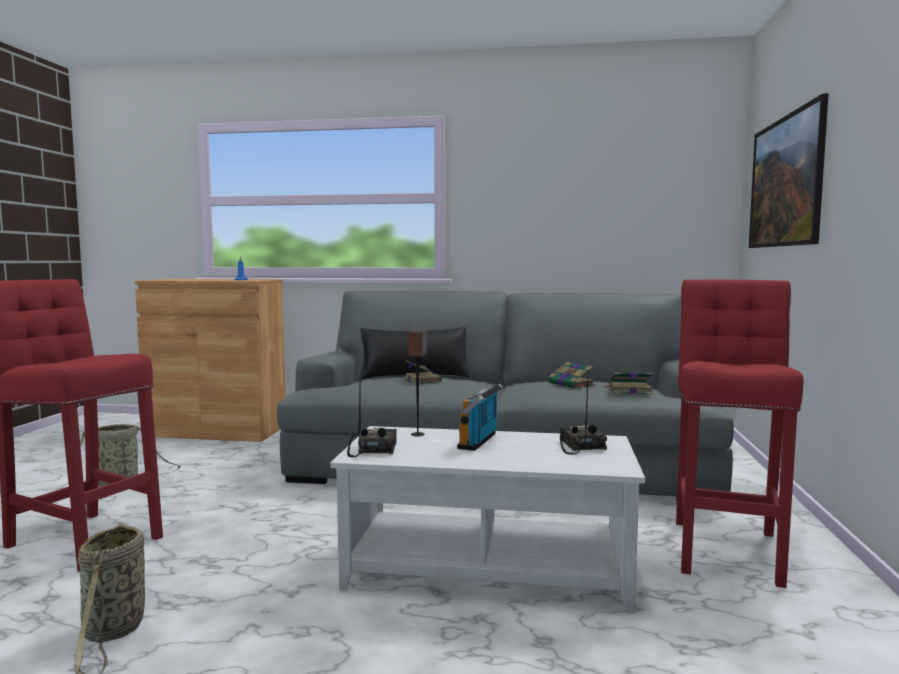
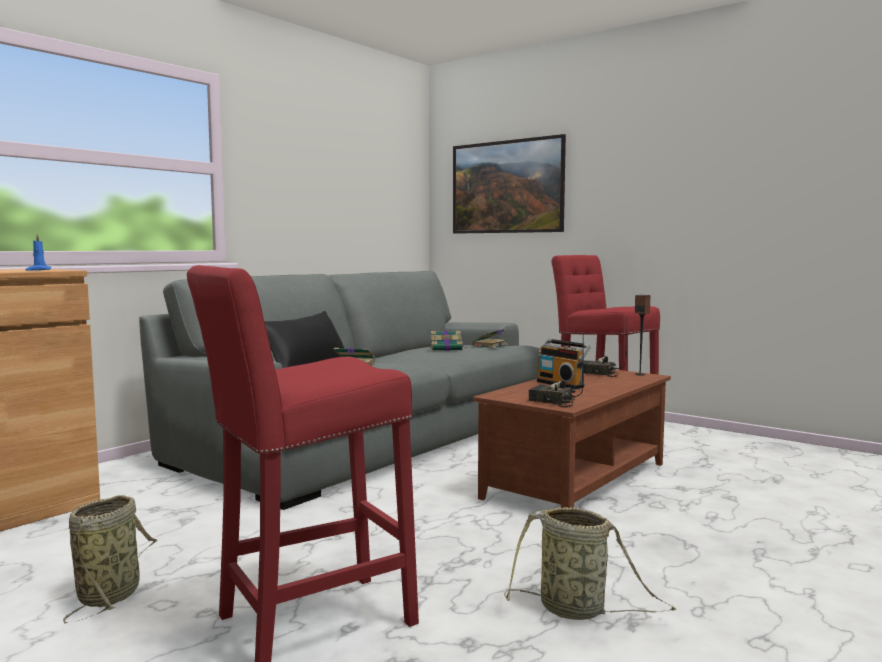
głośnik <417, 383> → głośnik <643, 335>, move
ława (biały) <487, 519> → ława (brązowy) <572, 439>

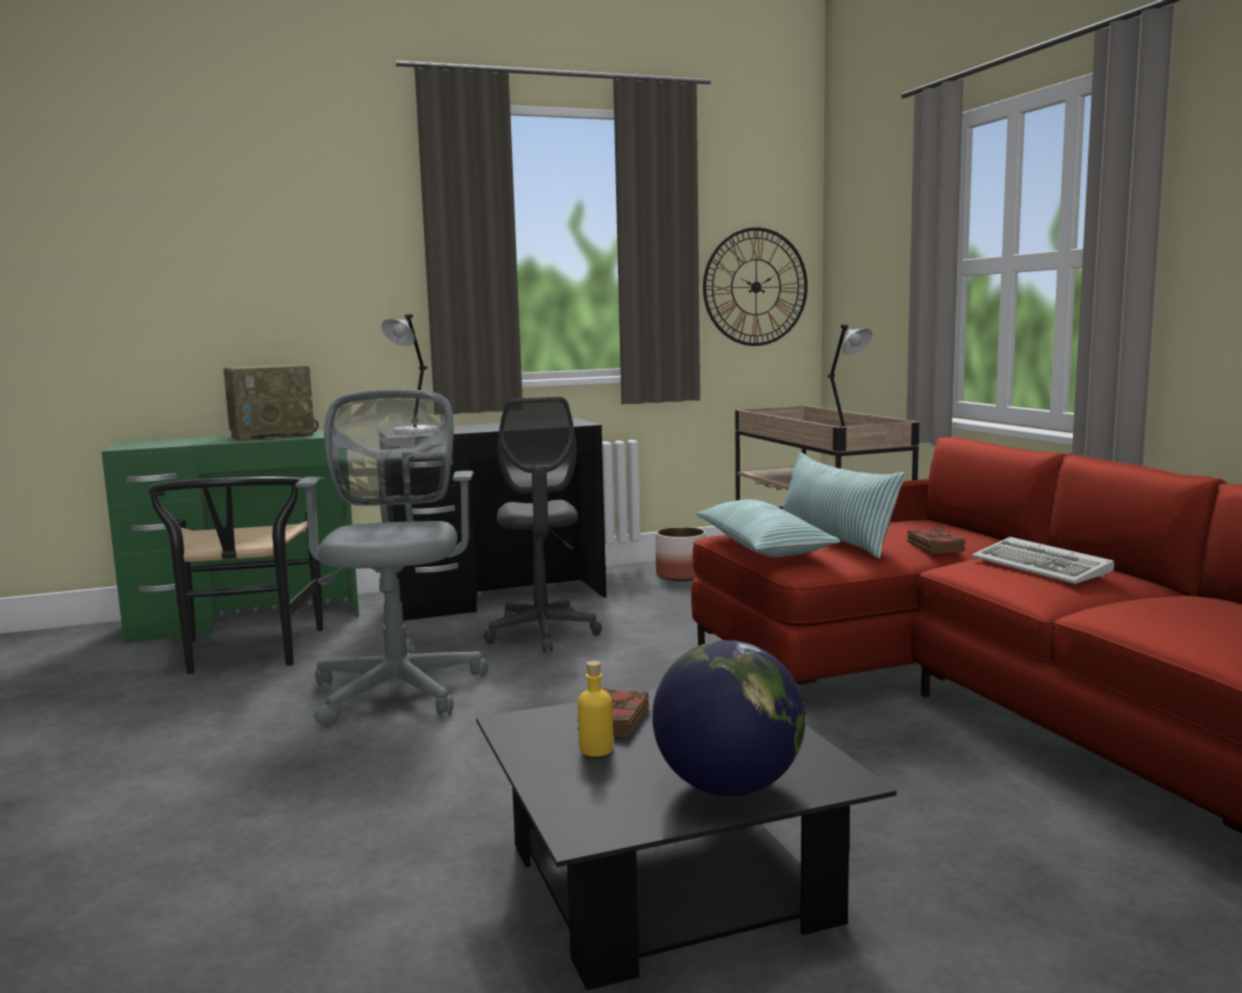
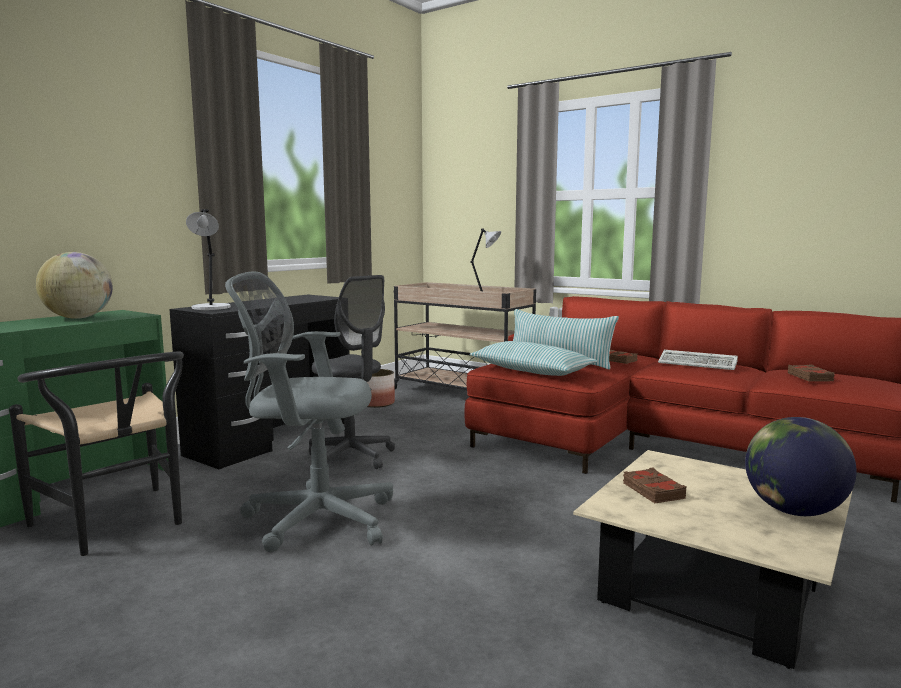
butelka (żółty) <595, 708> → -
zegar ścienny <755, 286> → -
- → książka (brązowy) <811, 373>
radio <270, 402> → globus <74, 285>
ława (czarny) <686, 839> → ława (beżowy) <712, 559>
krzesło biurowe (szary) <391, 558> → krzesło biurowe (szary) <309, 412>, 45 degrees counterclockwise

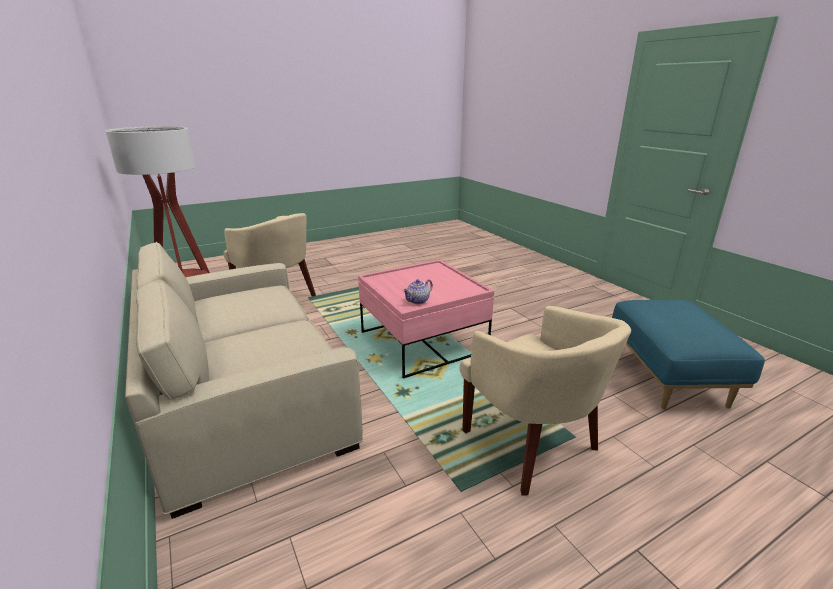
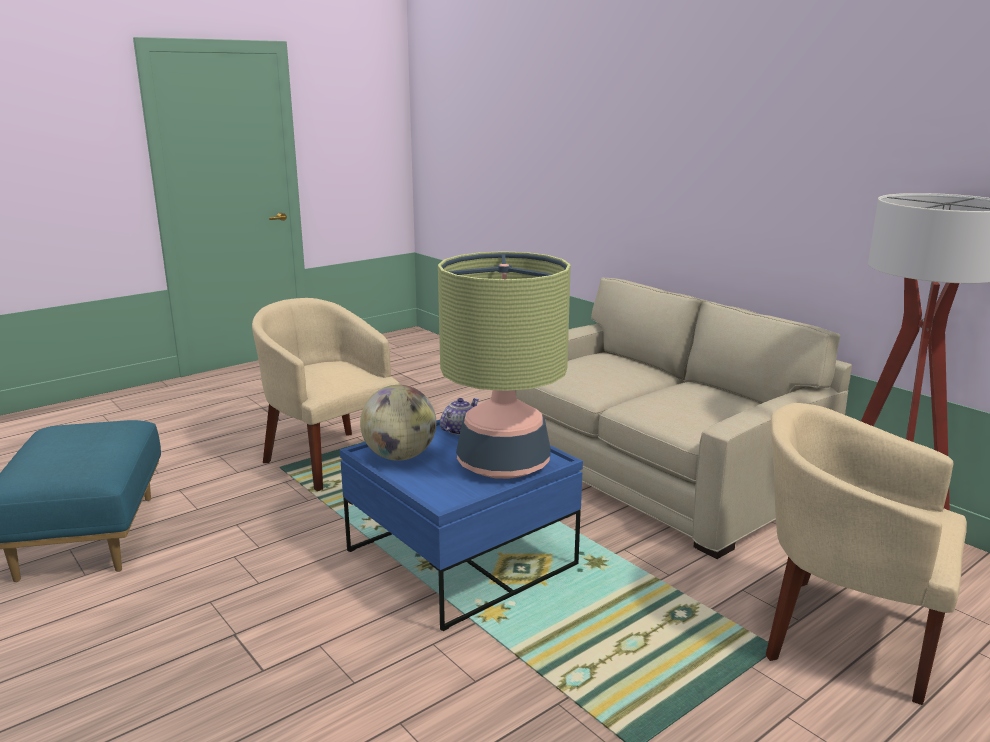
- → globus <398, 423>
- → lampa stołowa <504, 365>
ława (różowy) <426, 319> → ława (niebieski) <461, 525>

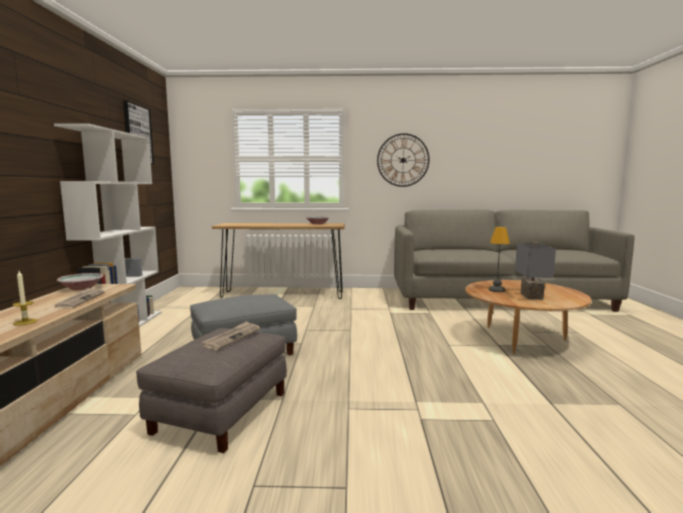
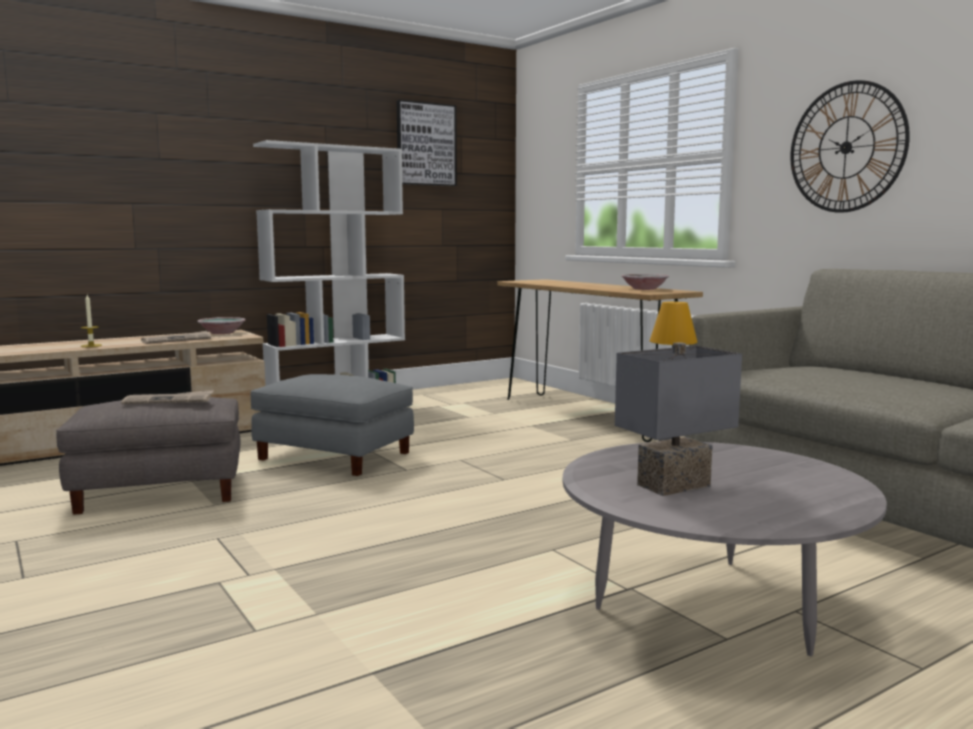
ława (brązowy) <528, 317> → ława (szary) <725, 549>

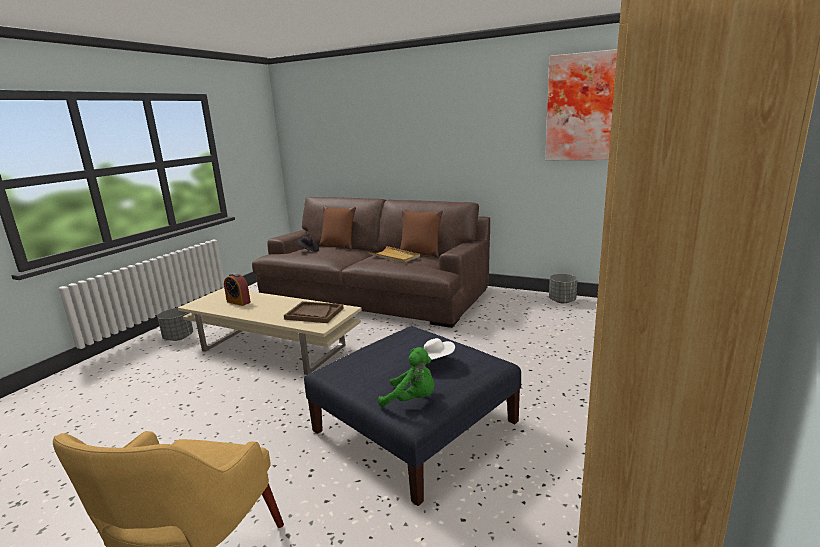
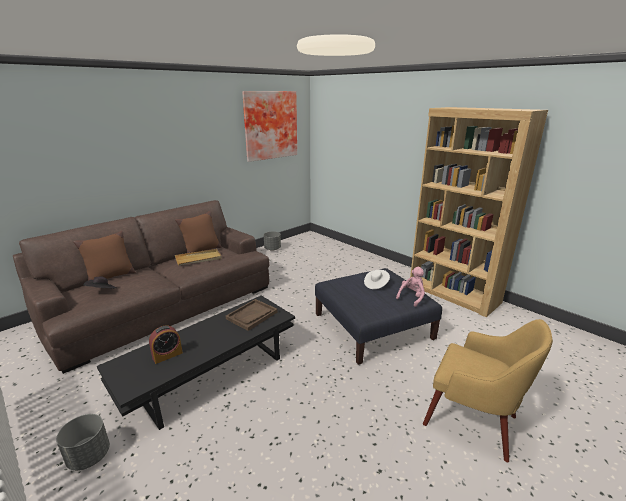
ława (beżowy) <270, 331> → ława (czarny) <196, 362>
pluszak (zielony) <406, 377> → pluszak (różowy) <410, 287>

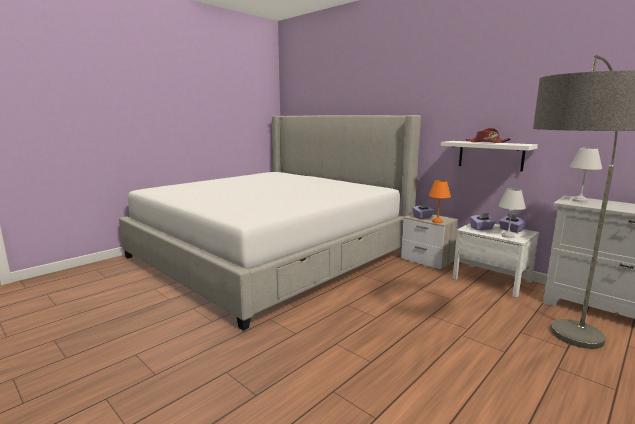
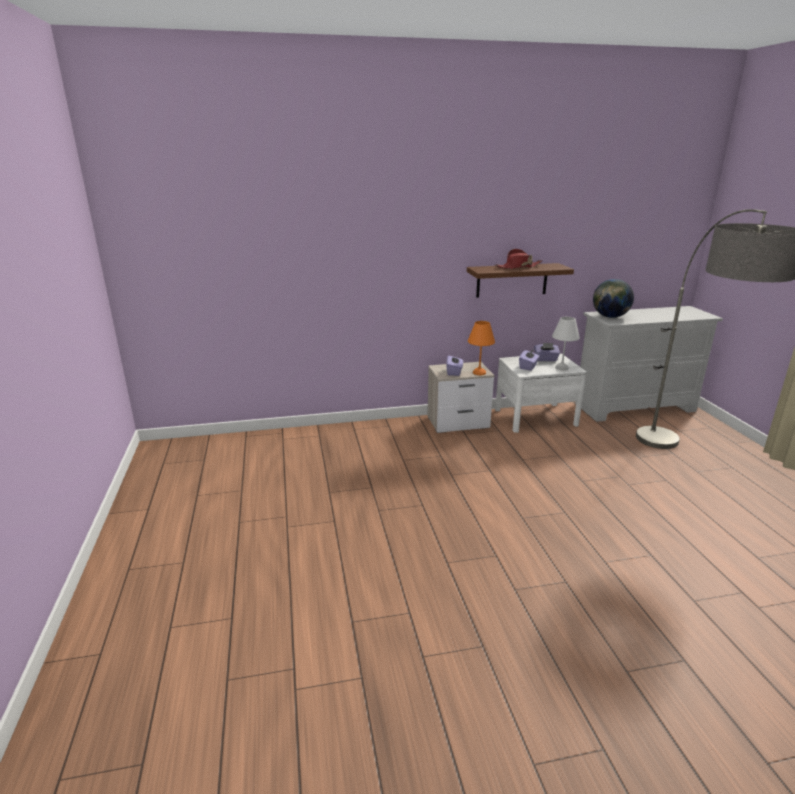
łóżko <270, 223> → -
lampa stołowa (biały) <586, 175> → globus <613, 298>
półka (biały) <489, 156> → półka (brązowy) <520, 280>

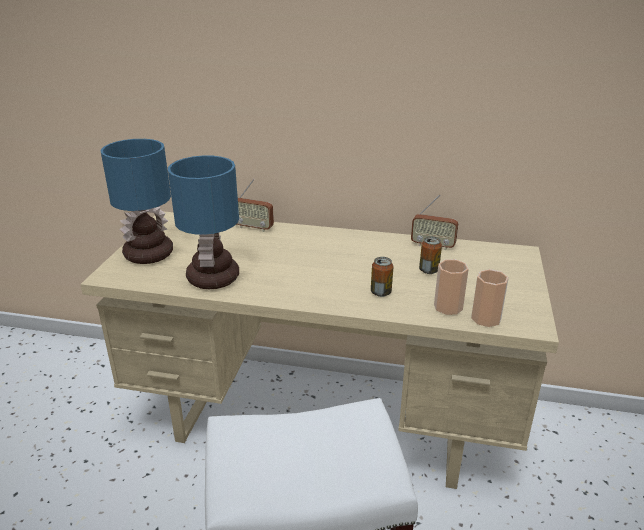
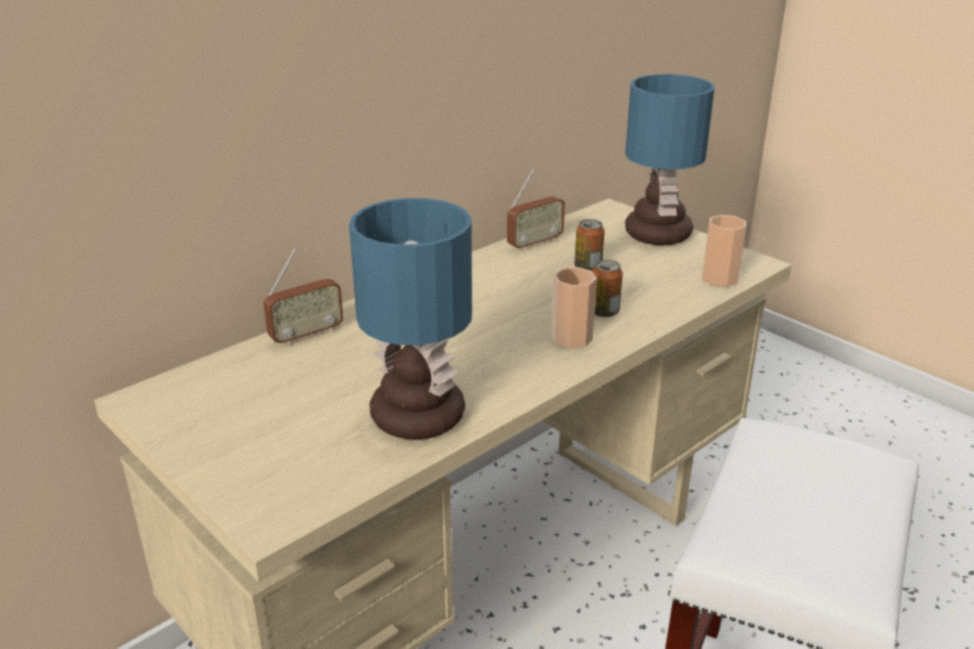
lampa stołowa <137, 201> → lampa stołowa <670, 159>, move
filiżanka <451, 287> → filiżanka <574, 307>, move

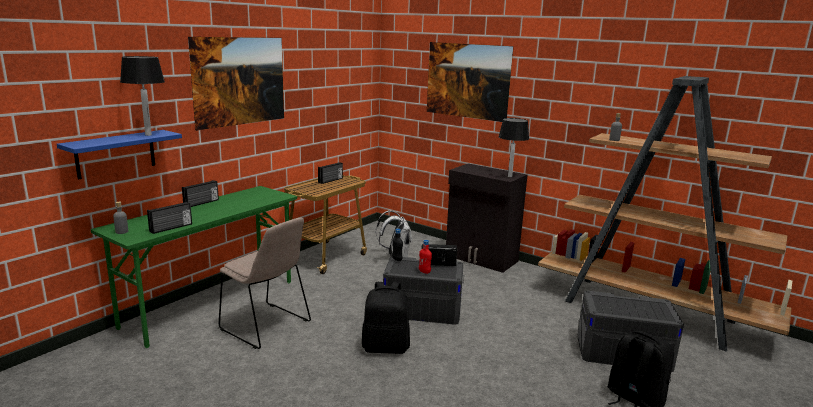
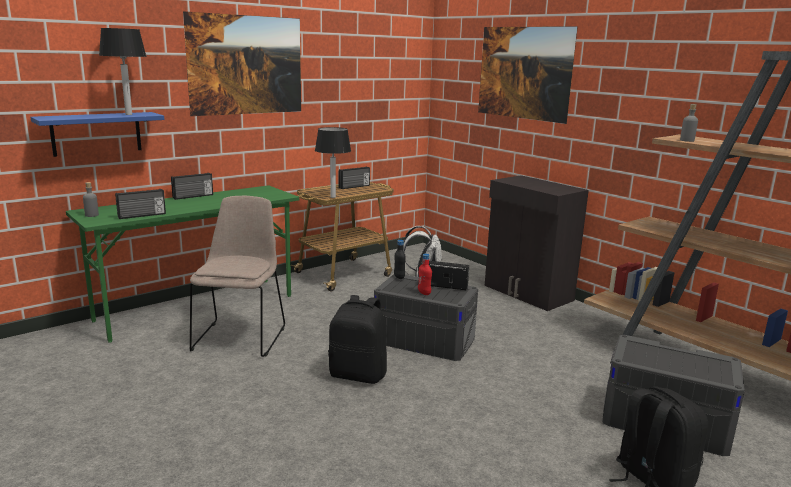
lampa stołowa <513, 147> → lampa stołowa <333, 162>, move
krzesło (beżowy) <265, 283> → krzesło (beżowy) <237, 276>, 135 degrees counterclockwise

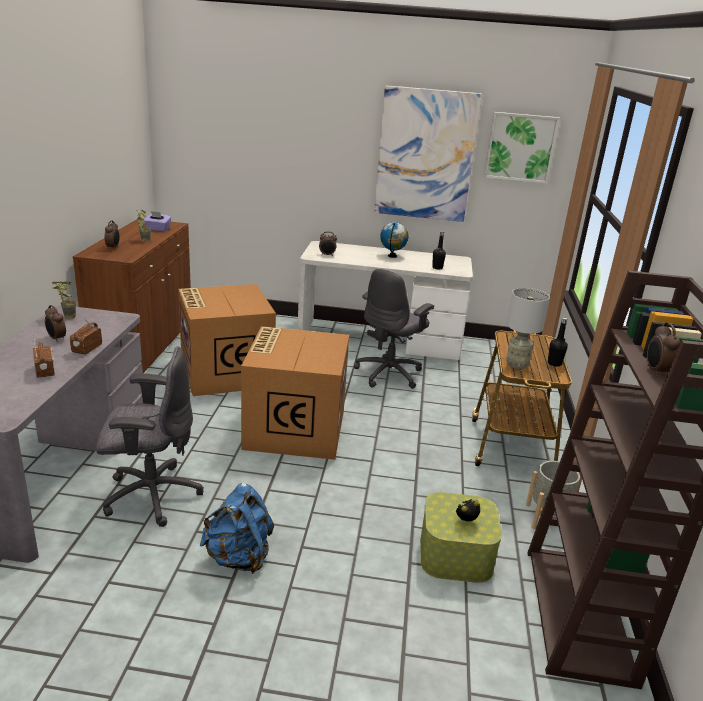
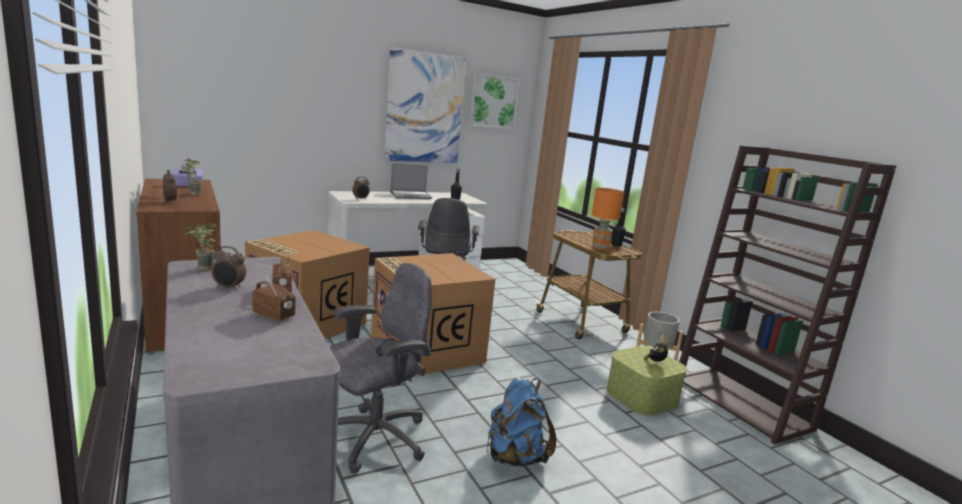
budzik <663, 349> → -
globus <394, 240> → laptop <411, 182>
lampa stołowa (szary) <528, 328> → lampa stołowa (pomarańczowy) <608, 219>

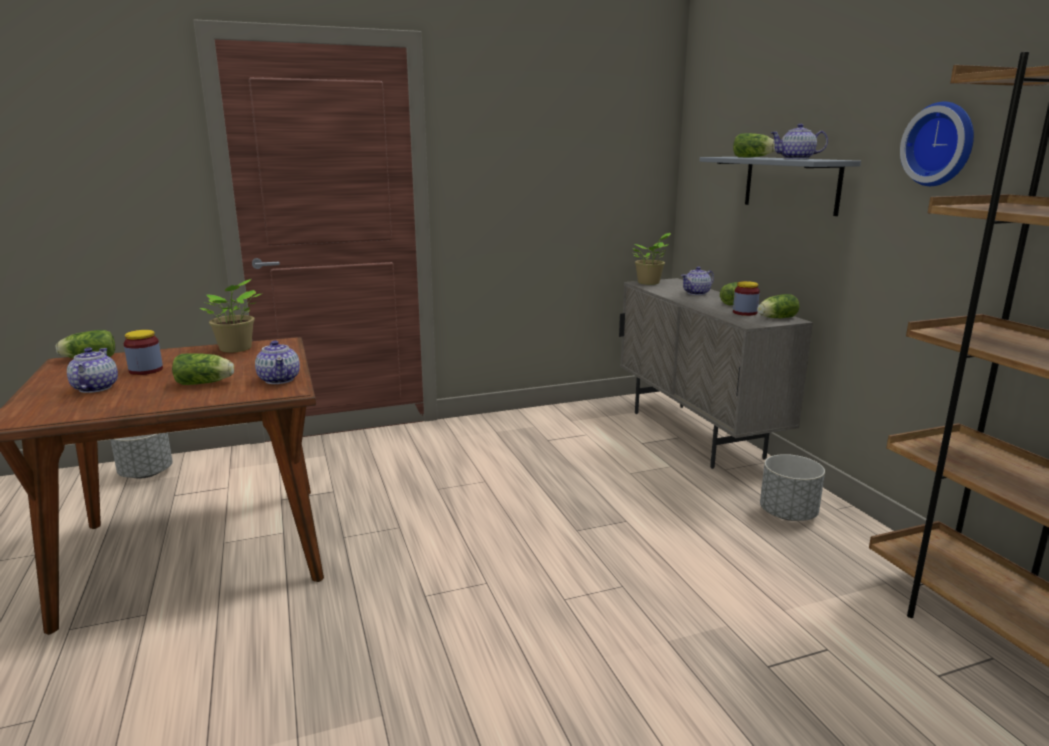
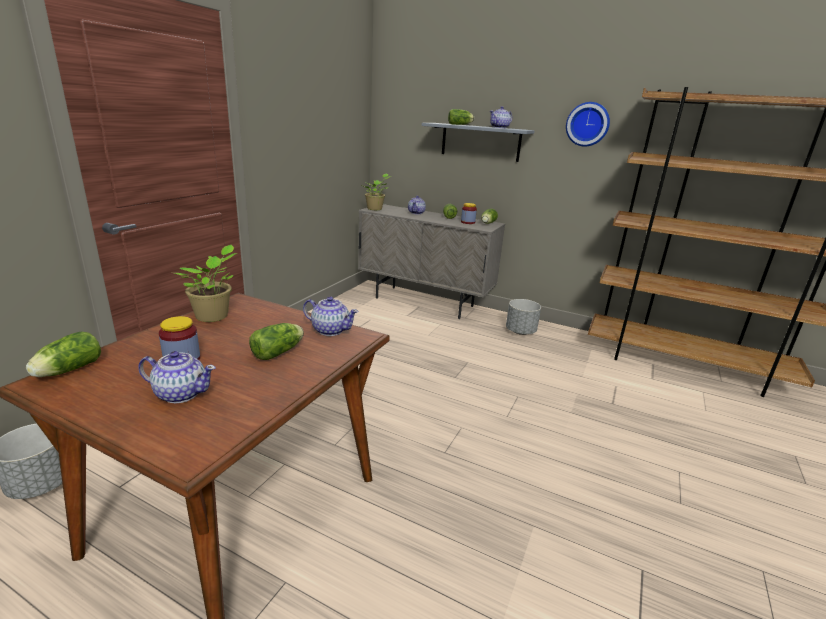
imbryk <92, 370> → imbryk <177, 377>, 150 degrees clockwise

